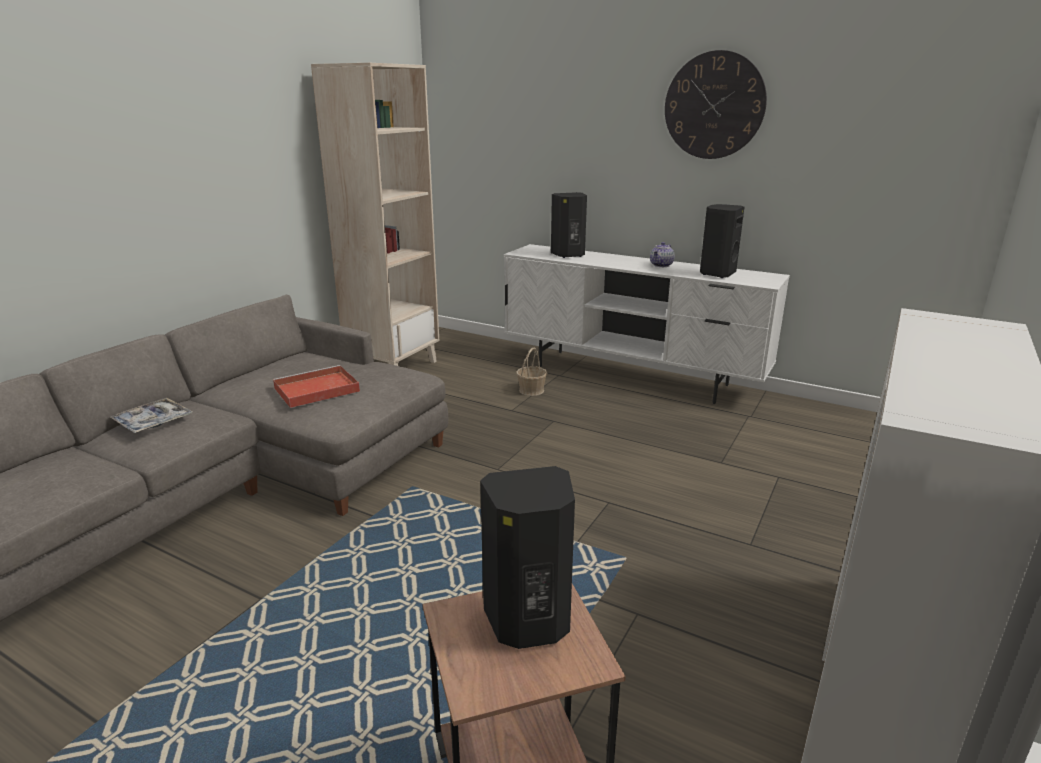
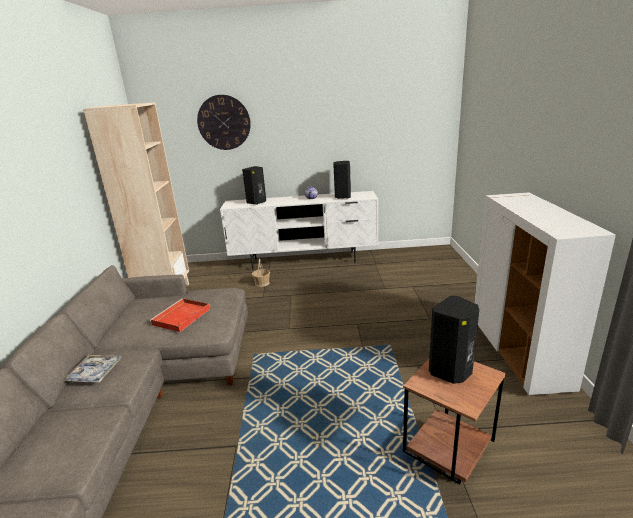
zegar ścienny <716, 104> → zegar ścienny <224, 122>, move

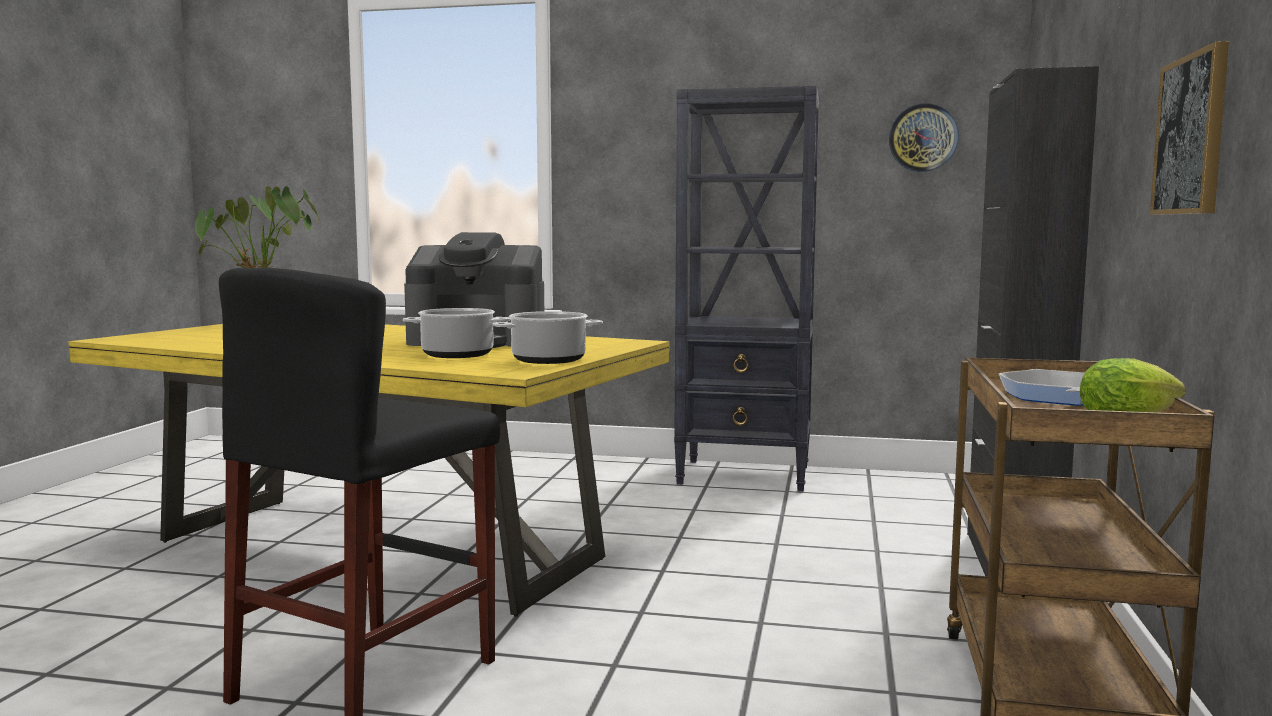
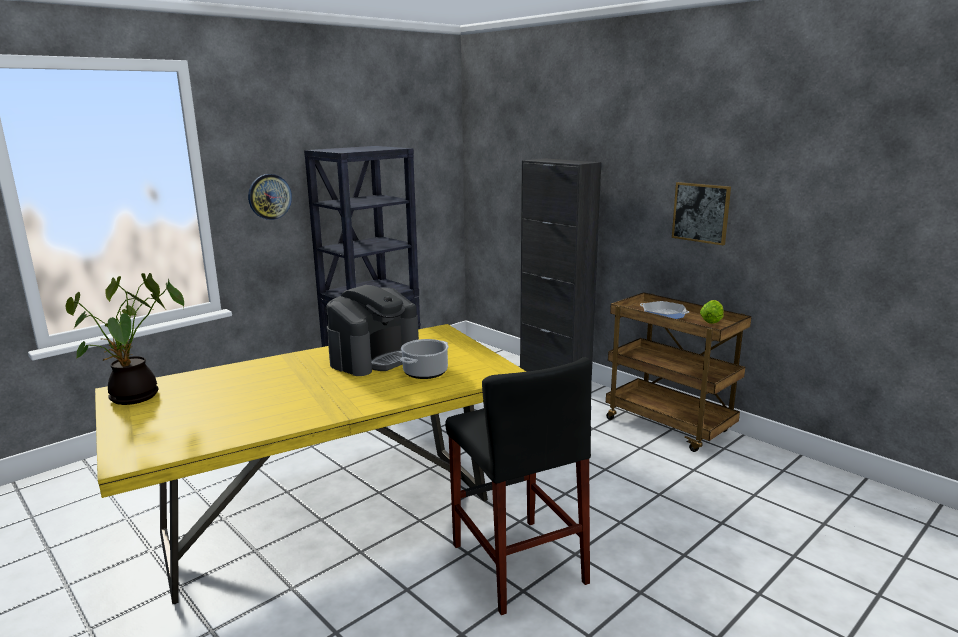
garnek <548, 337> → -
zegar ścienny <924, 137> → zegar ścienny <270, 197>, move

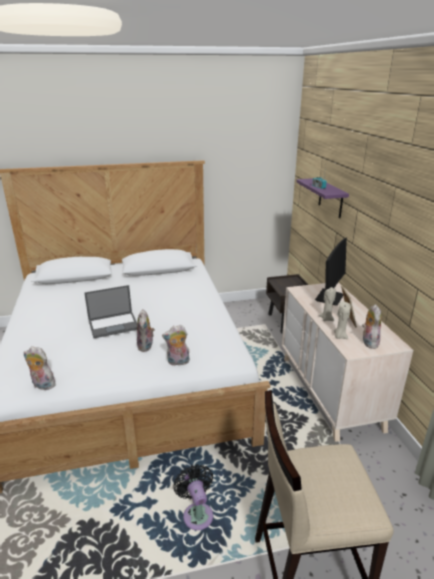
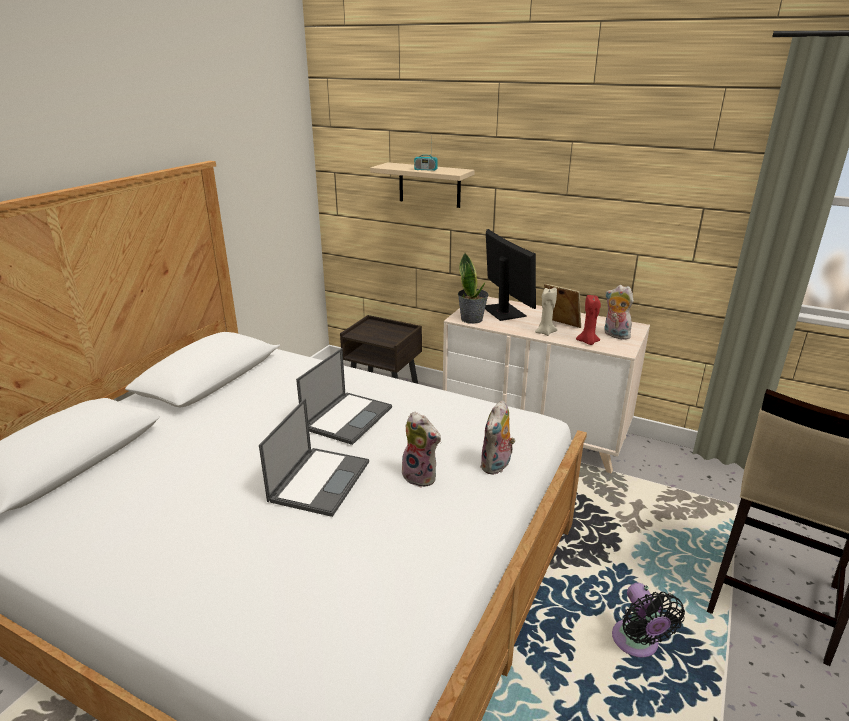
pluszak <39, 368> → -
- → laptop <344, 396>
- → roślina doniczkowa <473, 288>
półka (fioletowy) <322, 198> → półka (beżowy) <422, 185>
świeca (beżowy) <342, 320> → świeca (czerwony) <588, 320>
wentylator (czarny) <193, 497> → wentylator (czarny) <648, 620>, 120 degrees counterclockwise

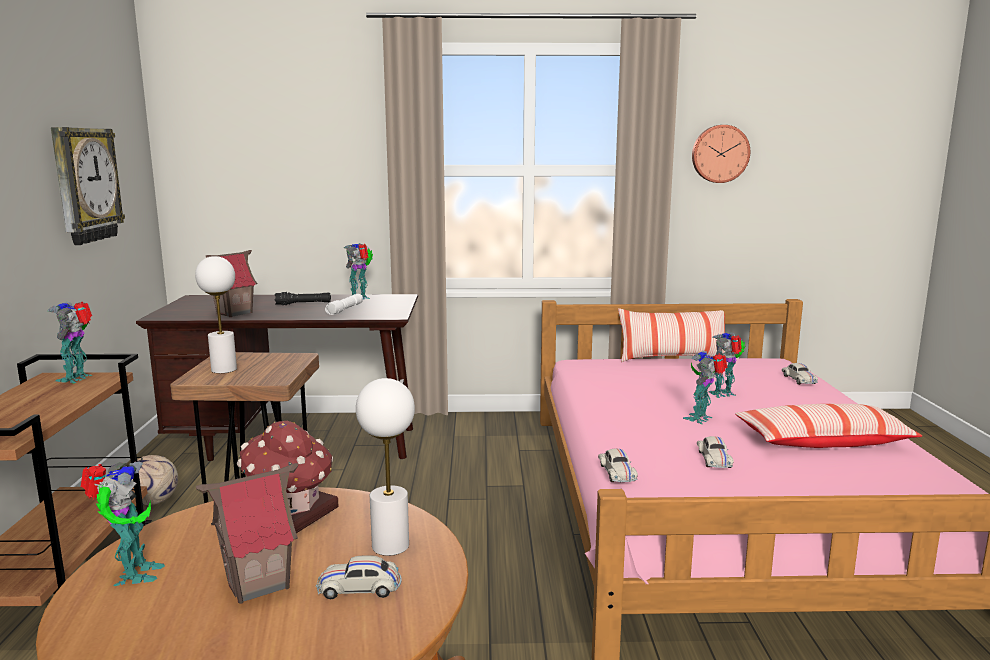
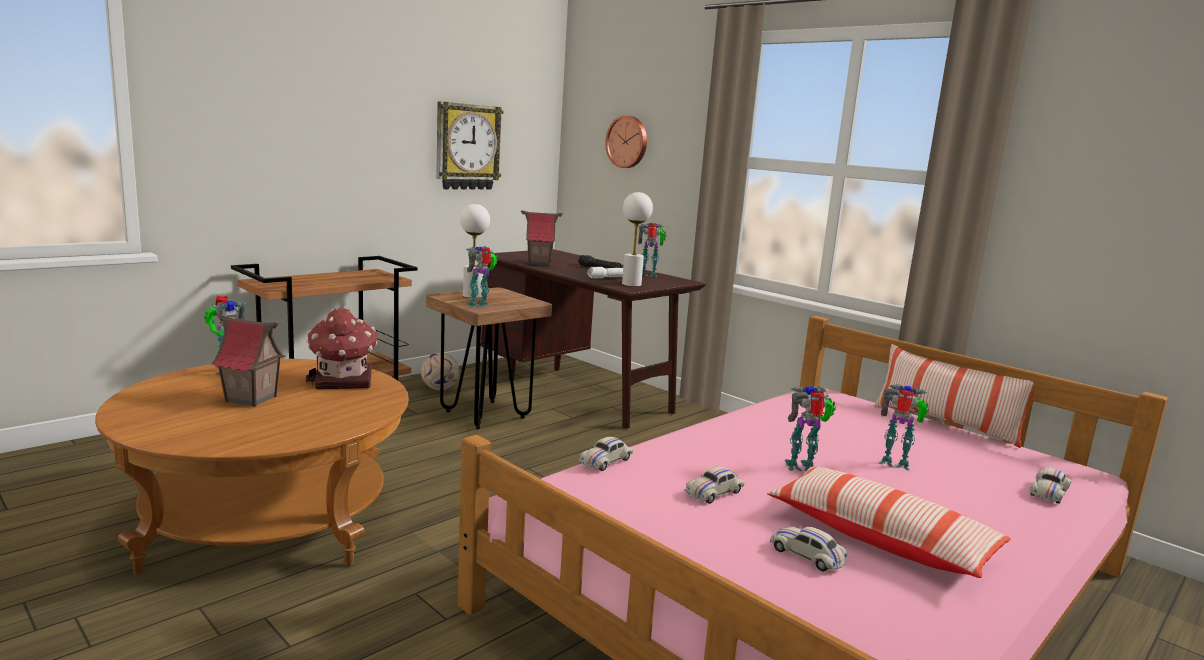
robot zabawkowy <69, 342> → robot zabawkowy <482, 276>, move
samochodzik (biały) <359, 577> → samochodzik (biały) <808, 549>, move
lampa stołowa (biały) <385, 467> → lampa stołowa (biały) <637, 239>, move
zegar ścienny <721, 154> → zegar ścienny <626, 141>, move

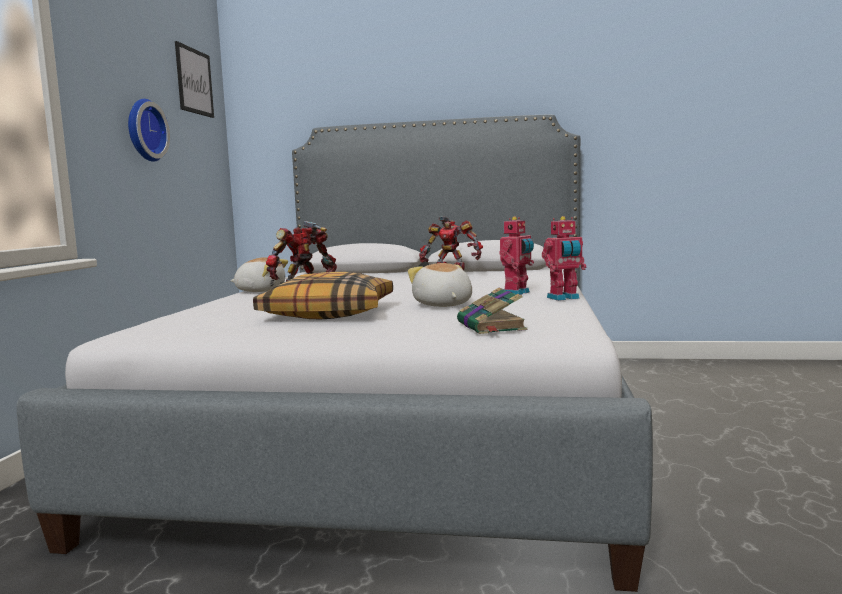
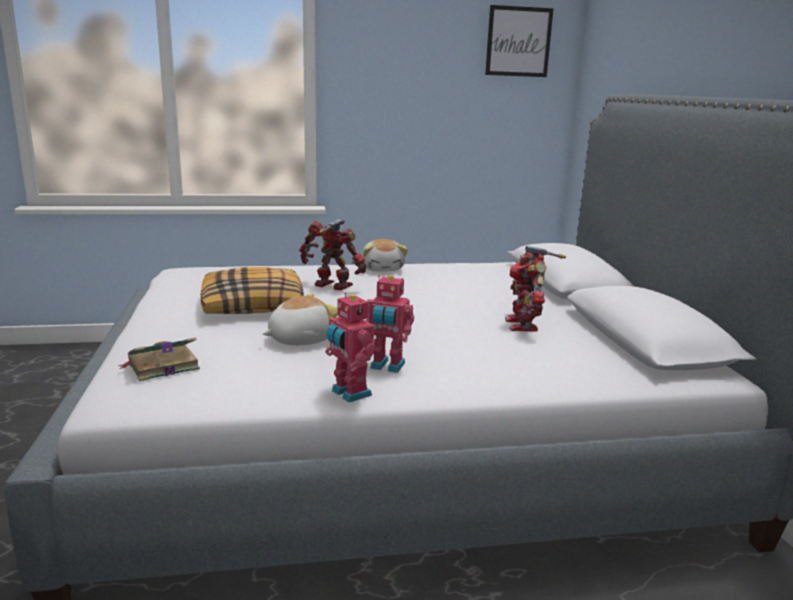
zegar ścienny <149, 130> → -

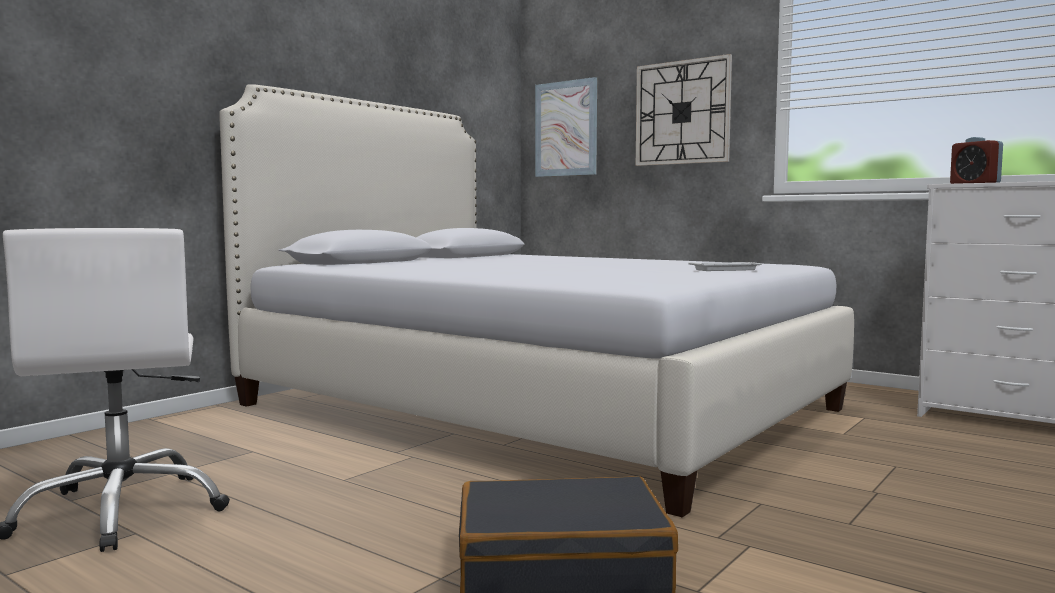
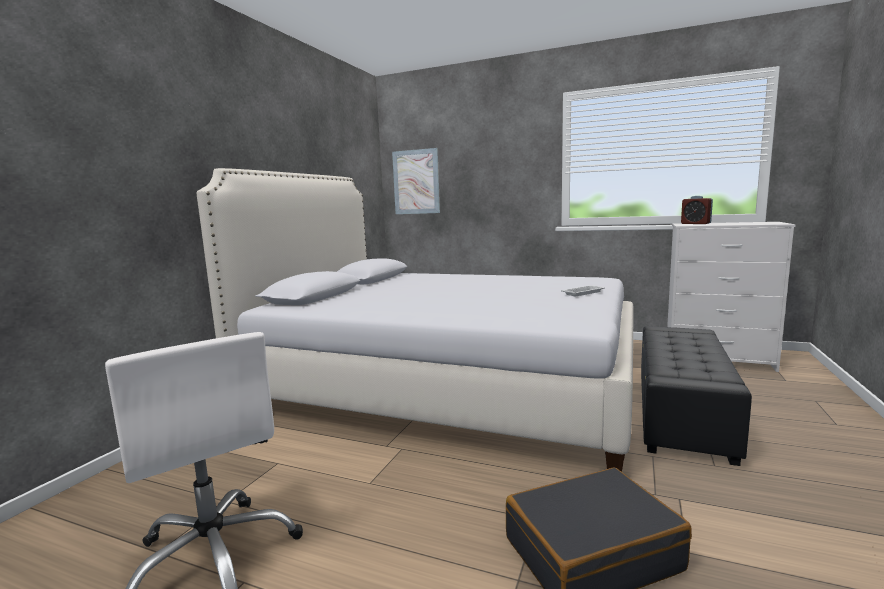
zegar ścienny <684, 110> → -
- → pufa (czarny) <696, 396>

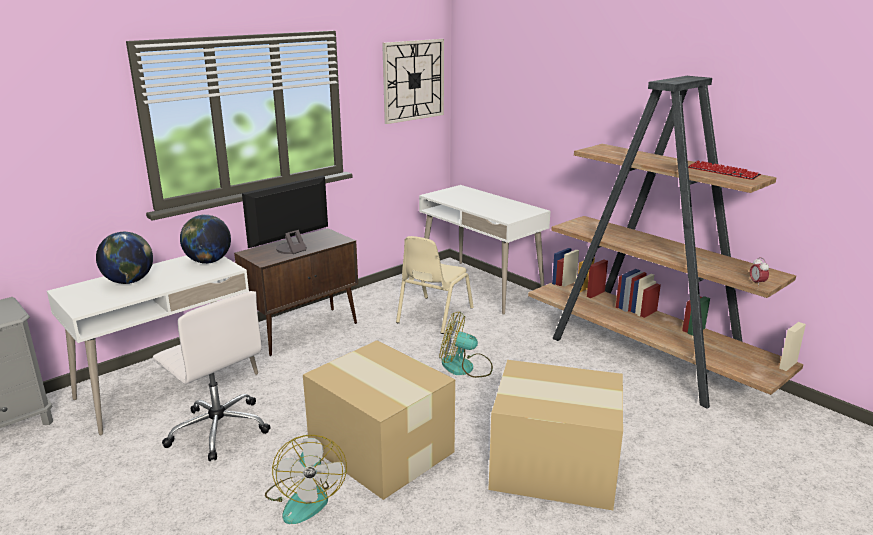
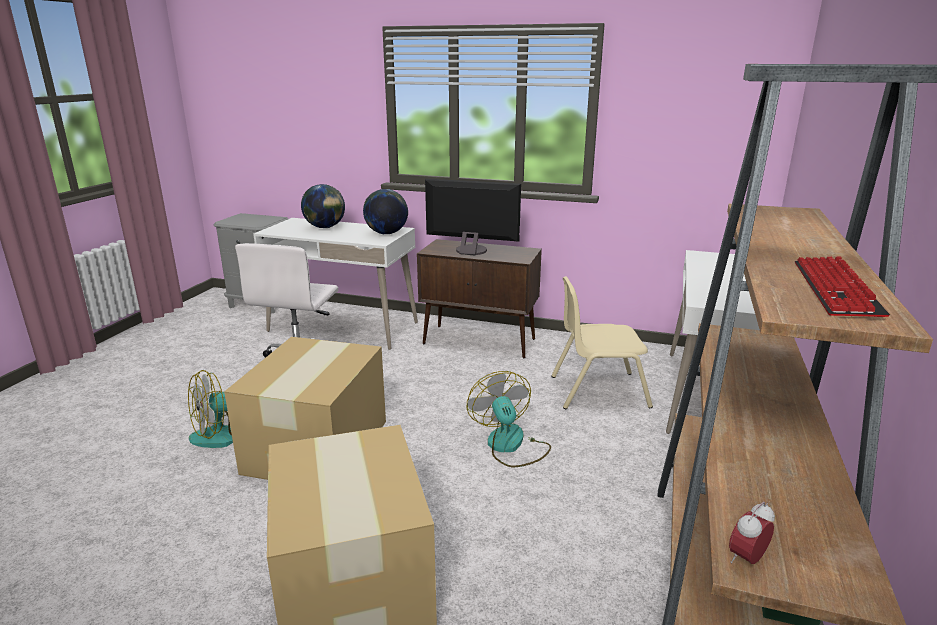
zegar ścienny <413, 81> → -

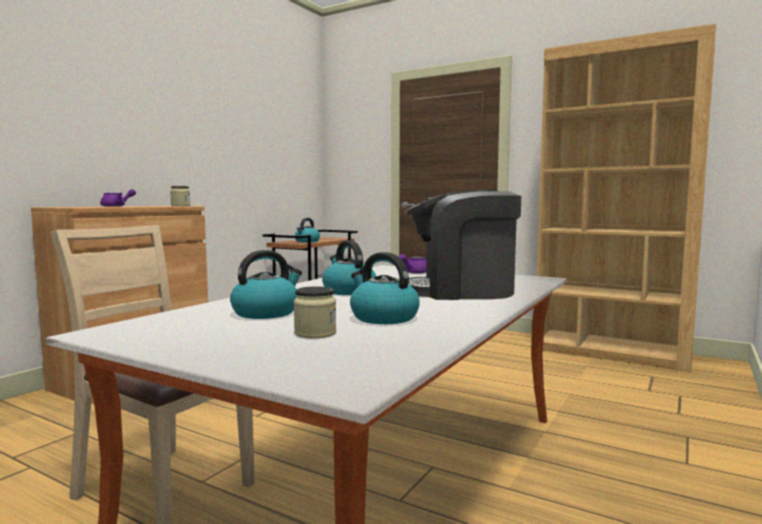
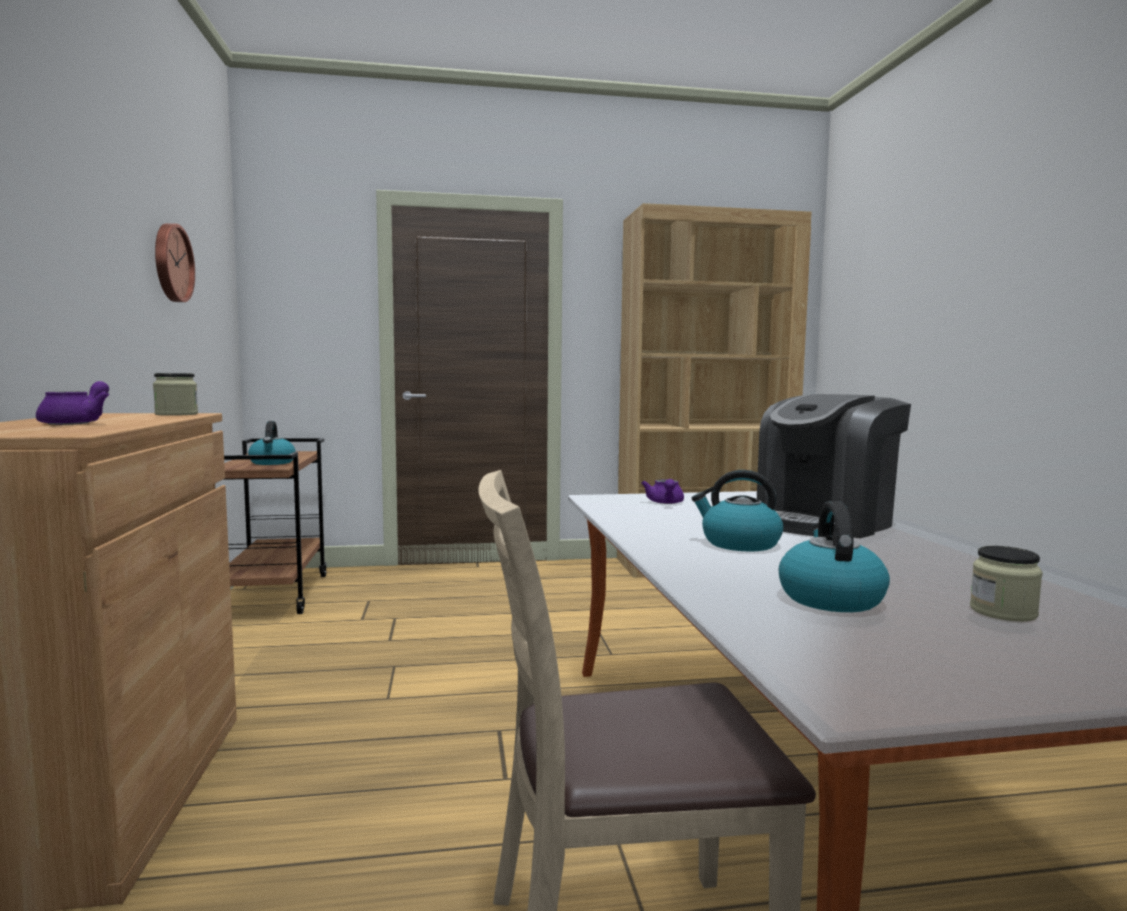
czajnik <385, 288> → -
- → zegar ścienny <175, 262>

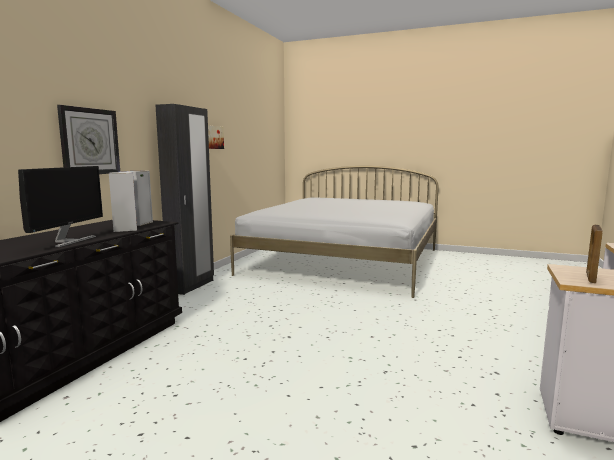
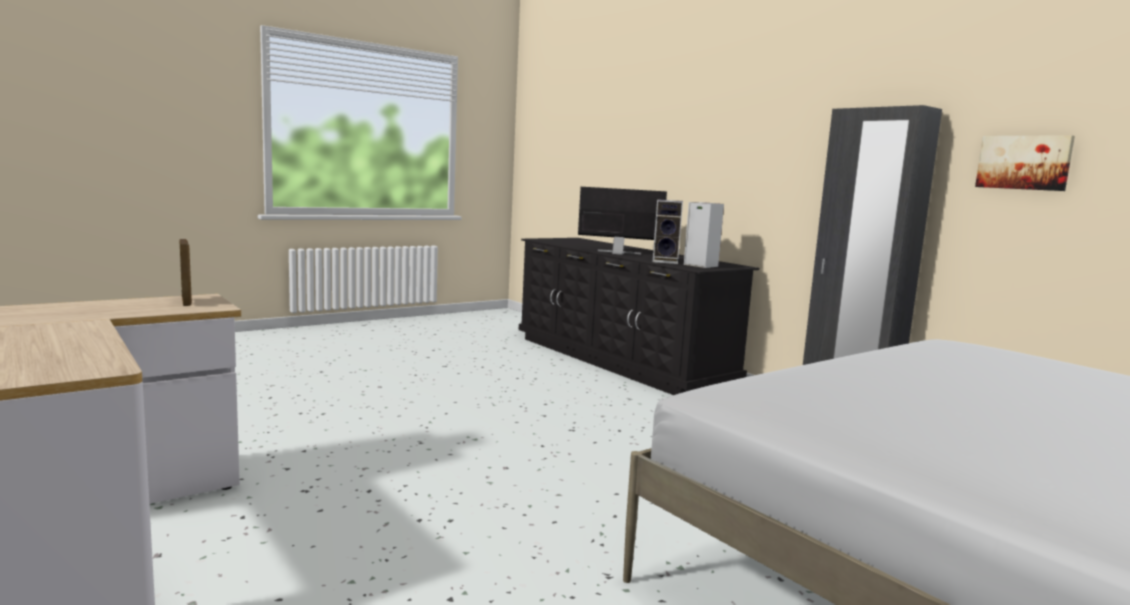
zegar ścienny <88, 139> → -
monitor <60, 206> → monitor <622, 221>, 150 degrees clockwise

